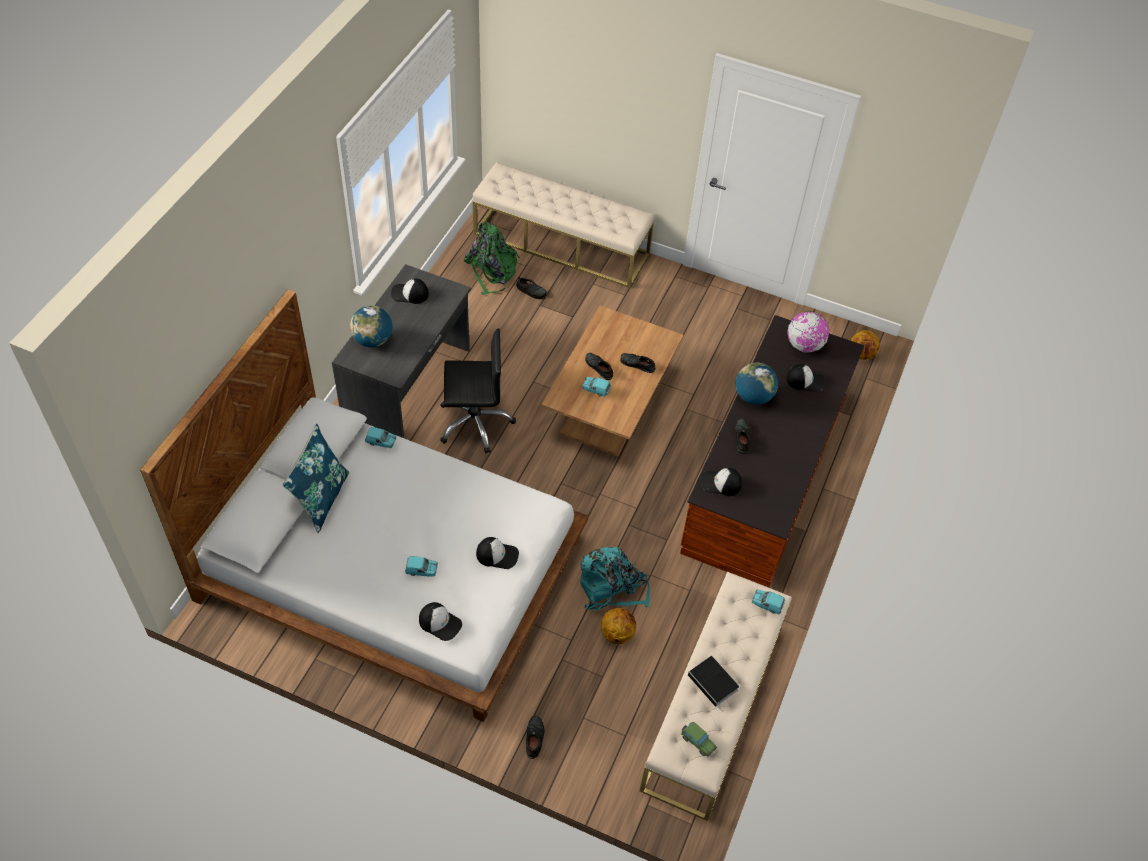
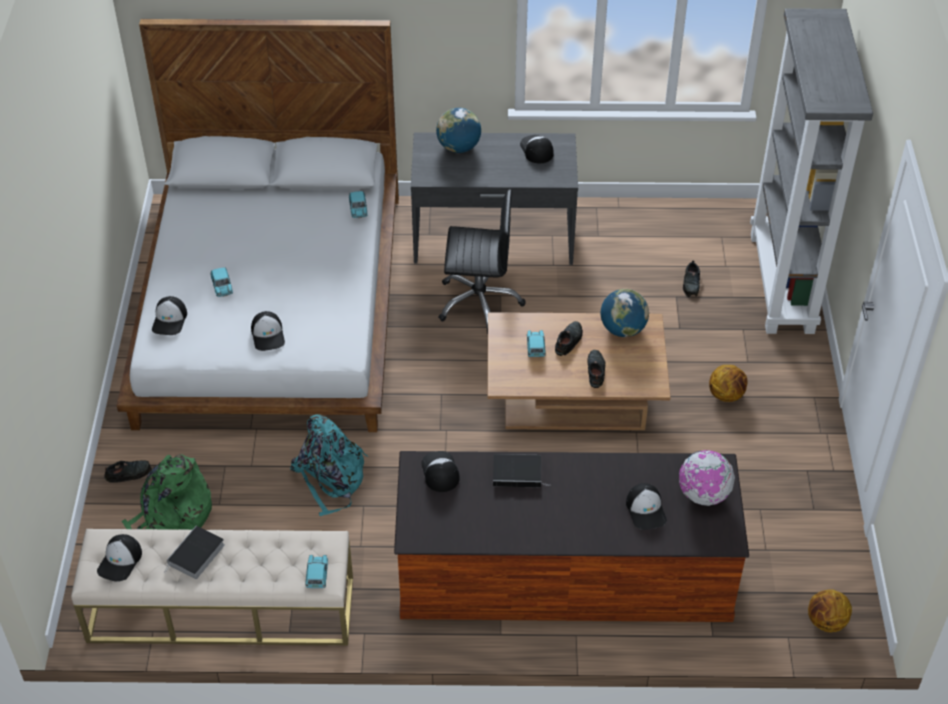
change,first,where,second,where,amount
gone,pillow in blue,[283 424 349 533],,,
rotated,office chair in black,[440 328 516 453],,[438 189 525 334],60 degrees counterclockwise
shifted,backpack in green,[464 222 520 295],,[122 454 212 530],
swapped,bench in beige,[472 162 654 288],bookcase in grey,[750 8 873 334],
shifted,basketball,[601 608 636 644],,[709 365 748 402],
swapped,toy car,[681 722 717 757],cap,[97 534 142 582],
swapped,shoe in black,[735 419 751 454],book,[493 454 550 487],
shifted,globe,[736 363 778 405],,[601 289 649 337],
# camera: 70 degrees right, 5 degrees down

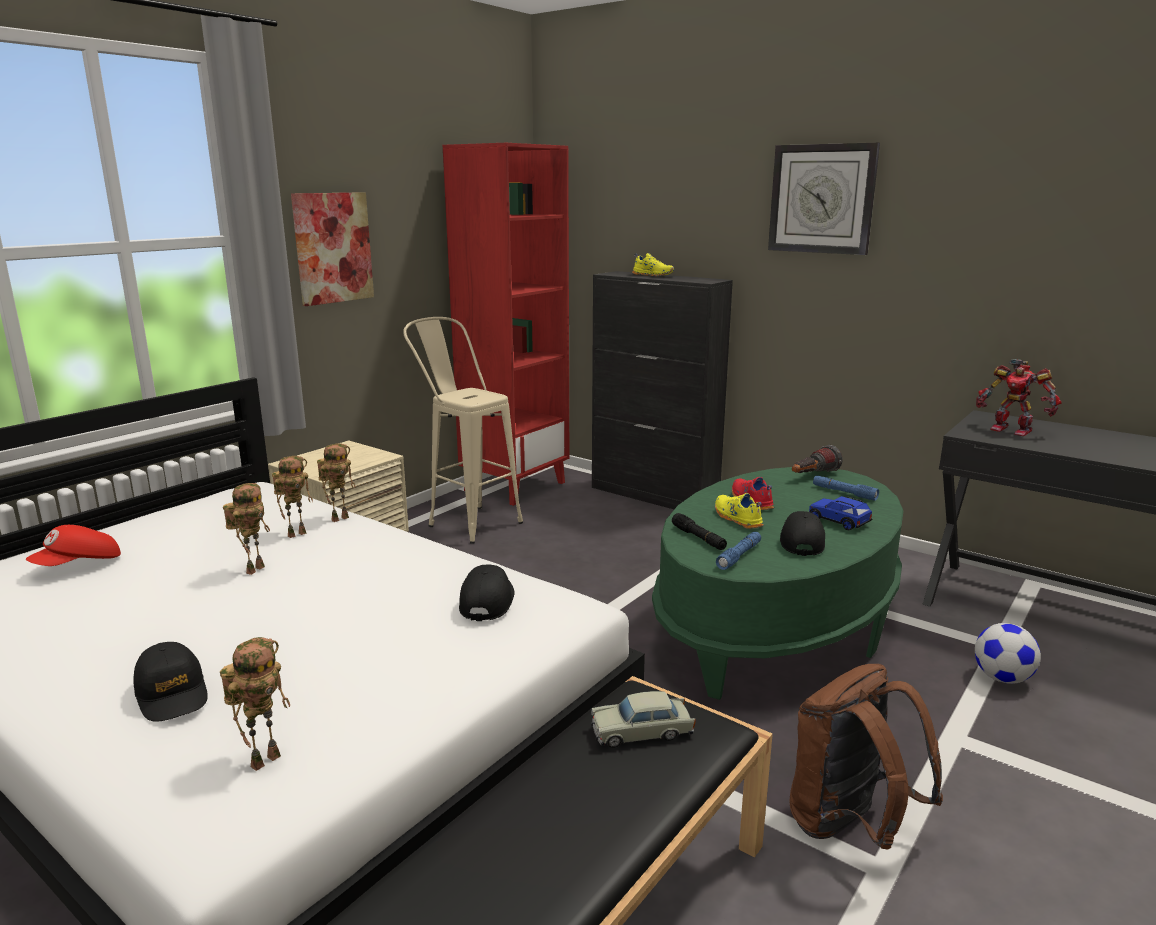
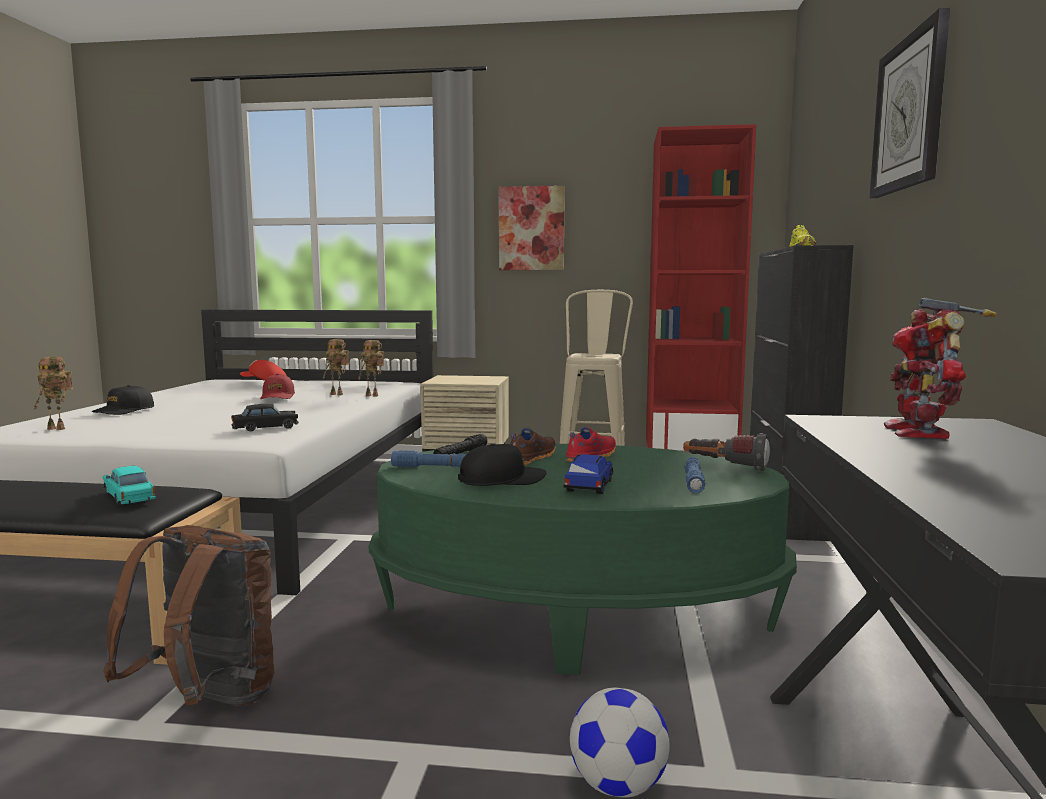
change,first,where,second,where,amount
swapped,toy robot,[223 483 270 575],cap in red,[260 374 295 399],
swapped,cap in black,[459 564 515 621],toy car in black,[231 404 299 432],
repainted,toy car in beige,[591 691 696 748],toy car in turquoise,[103 466 156 504],
repainted,shoe in yellow,[715 493 764 529],shoe in brown,[510 428 555 465],
# camera: 60 degrees right, 10 degrees down

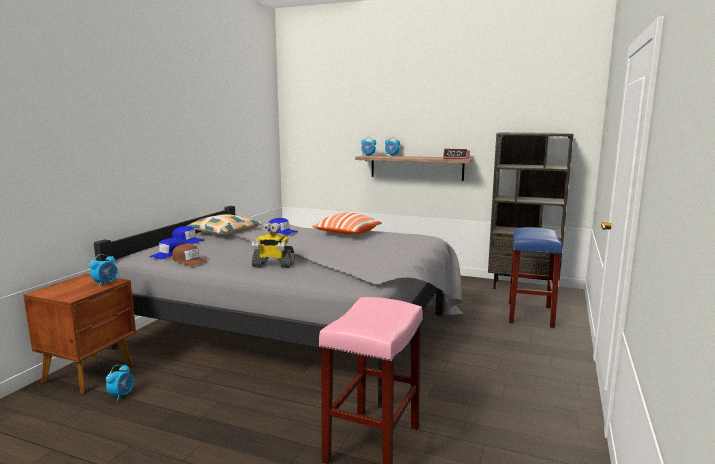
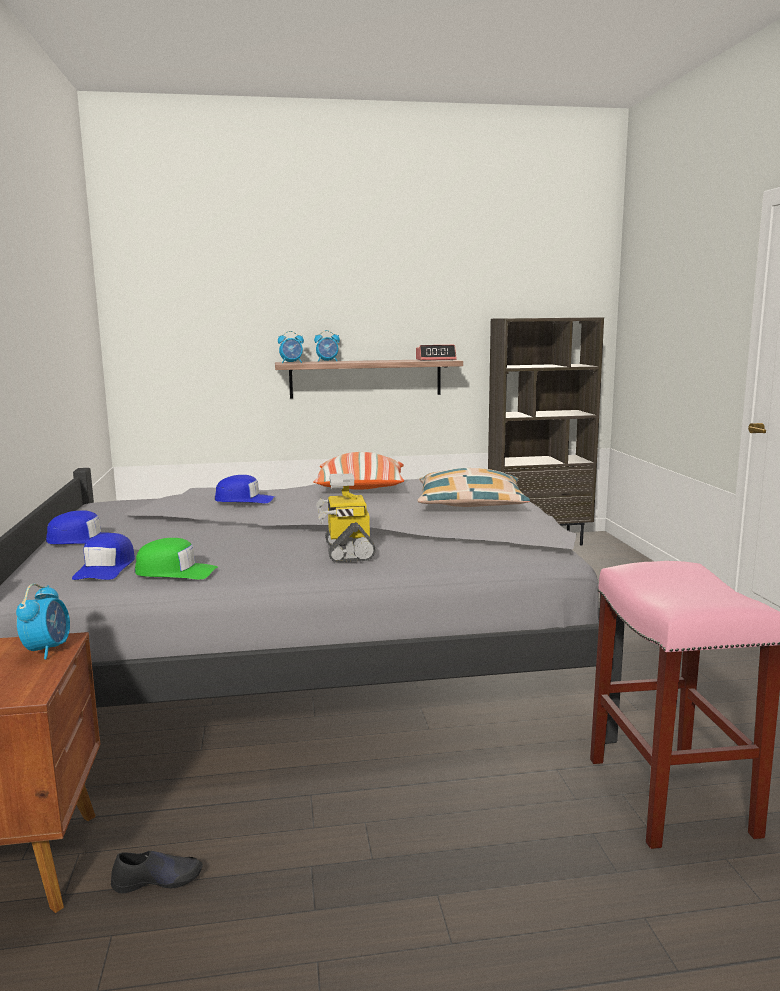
change,first,where,second,where,amount
swapped,alarm clock,[106 365 134 401],shoe in black,[111 851 203 893],
repainted,cap in brown,[172 244 208 266],cap in green,[135 538 218 580],
shifted,pillow,[187 214 262 235],,[418 468 530 507],
rotated,toy robot,[252 223 295 268],,[316 473 376 563],105 degrees clockwise
gone,stool in blue,[509 227 562 328],,,
# camera: 30 degrees left, 0 degrees up

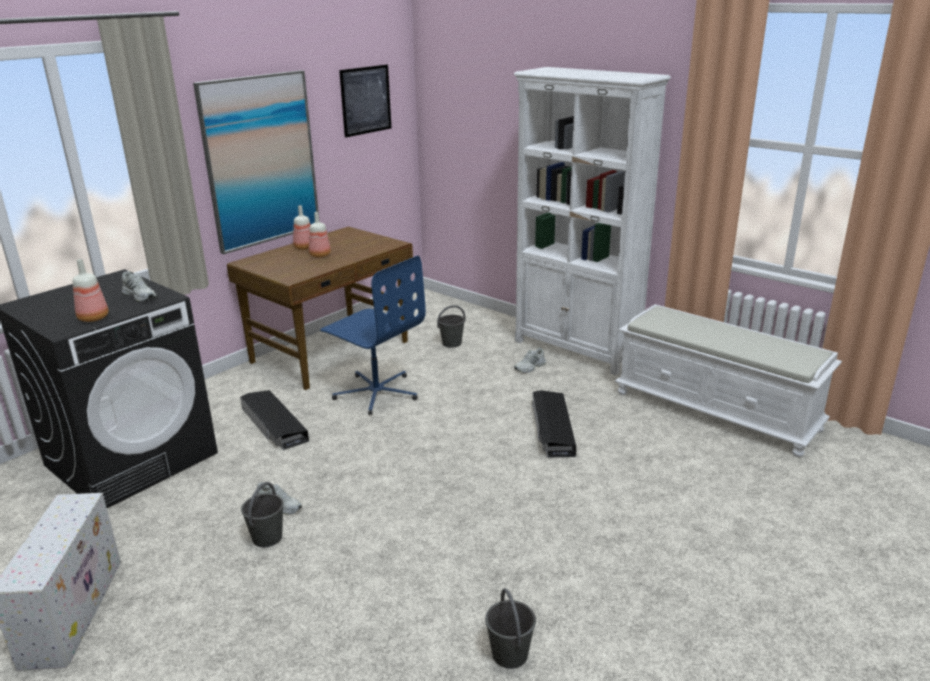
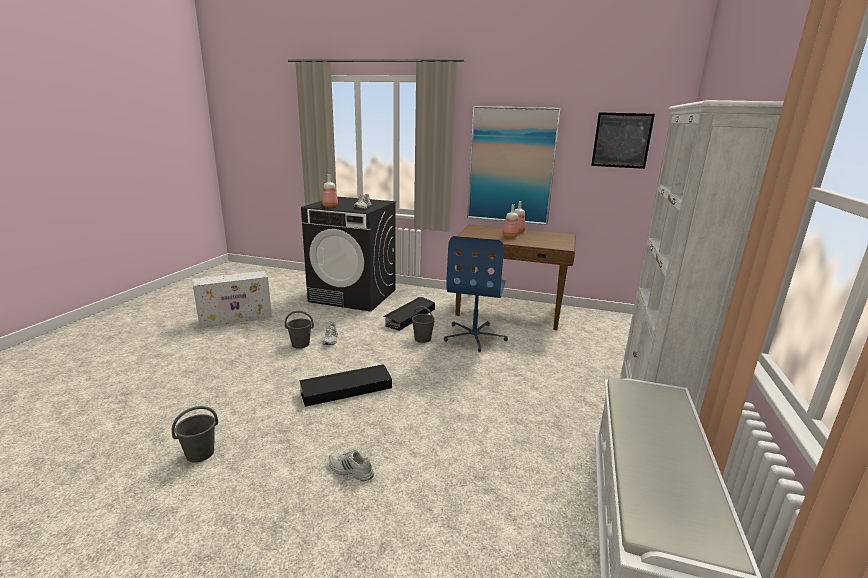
change,first,where,second,where,amount
shifted,bucket in grey,[437 305 466 348],,[412 306 435 343],
shifted,shoe in white,[514 347 546 373],,[329 450 374 481],
shifted,storage box in black,[532 390 576 457],,[299 364 392 407],
# camera: 65 degrees right, 5 degrees down

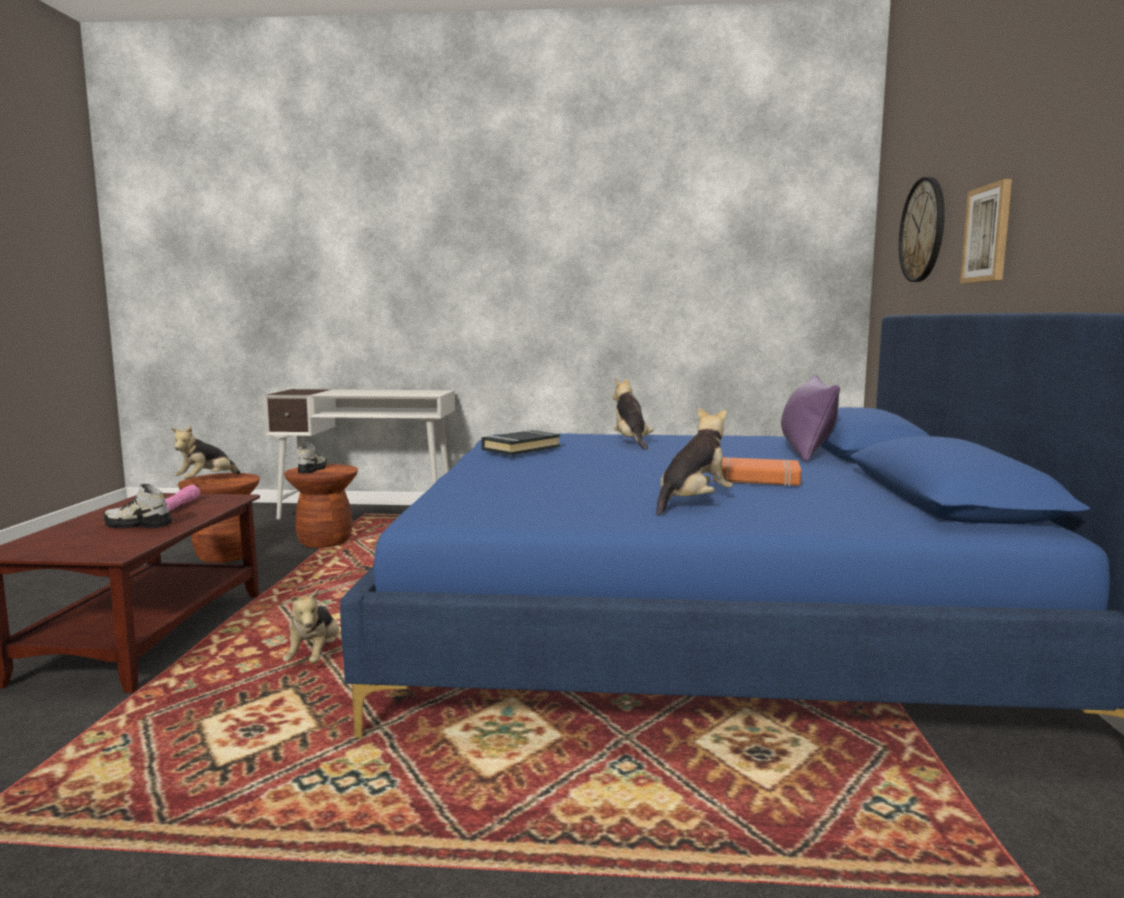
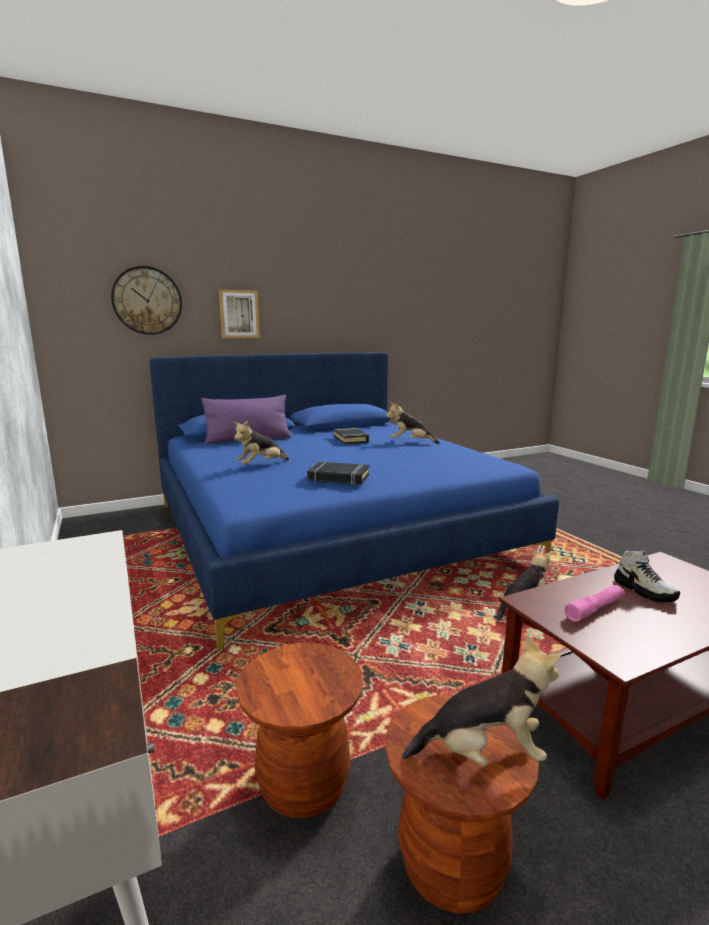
change,first,where,second,where,amount
gone,shoe,[298 442 327 473],,,
repainted,book in orange,[714 457 801 486],book in black,[333 428 369 444],
# camera: 120 degrees left, 5 degrees up

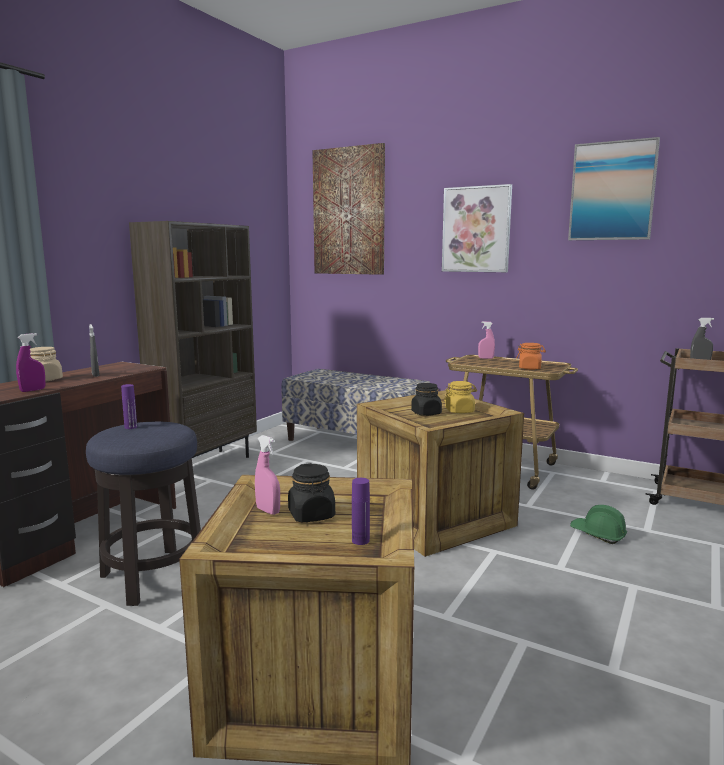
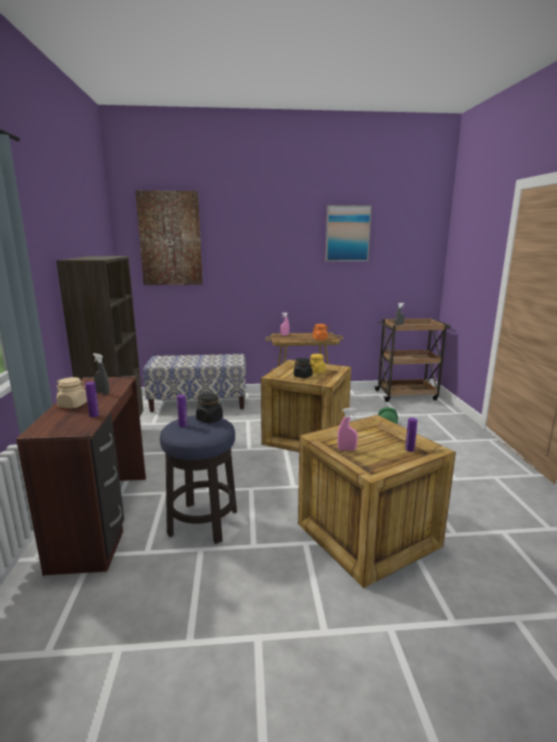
change,first,where,second,where,amount
swapped,spray bottle in purple,[16 333 45 392],bottle in purple,[85 382 99 417],
shifted,jar in black,[288 463 335 522],,[196 393 223 423],
gone,picture,[442 184 512 272],,,
# camera: 35 degrees left, 5 degrees up

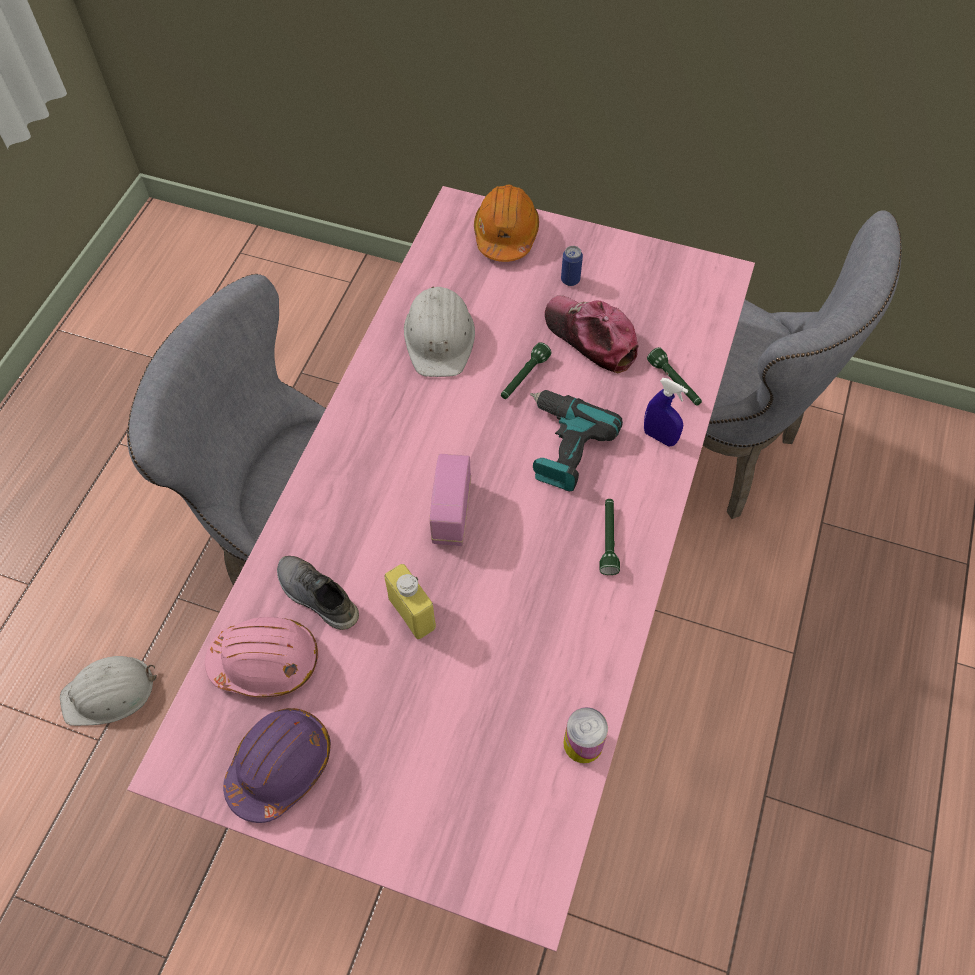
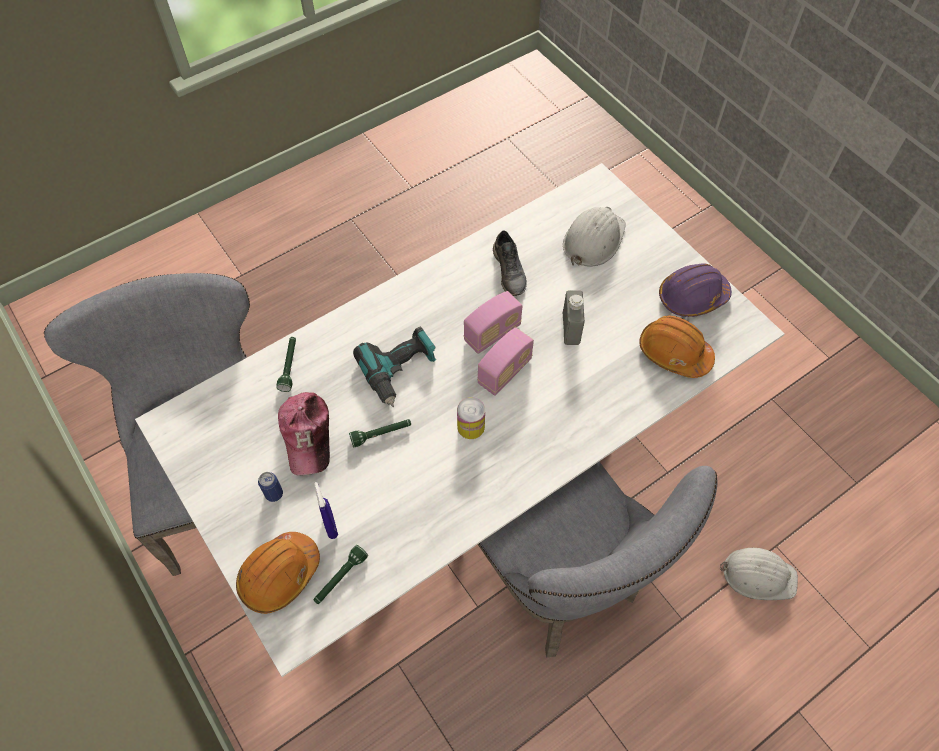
change,first,where,second,where,amount
repainted,dining table in pink,[127 186 755 952],dining table in white,[135 163 785 677],
repainted,hard hat in pink,[205 617 318 697],hard hat in orange,[639 315 715 378],
shifted,shoe in grey,[277 556 359 630],,[493 230 527 296],
repainted,bottle in yellow,[384 564 436 639],bottle in grey,[563 290 585 345],
shifted,hard hat in white,[404 286 475 377],,[563 207 626 267],
shifted,can,[563 707 608 763],,[457 397 485 439],
shifted,flashlight in green,[599 499 620 575],,[314 545 368 604],
shifted,spray bottle in blue,[644 378 688 447],,[314 482 338 539],
new,,,radio,[463 291 523 354],
# camera: 145 degrees left, 0 degrees up

